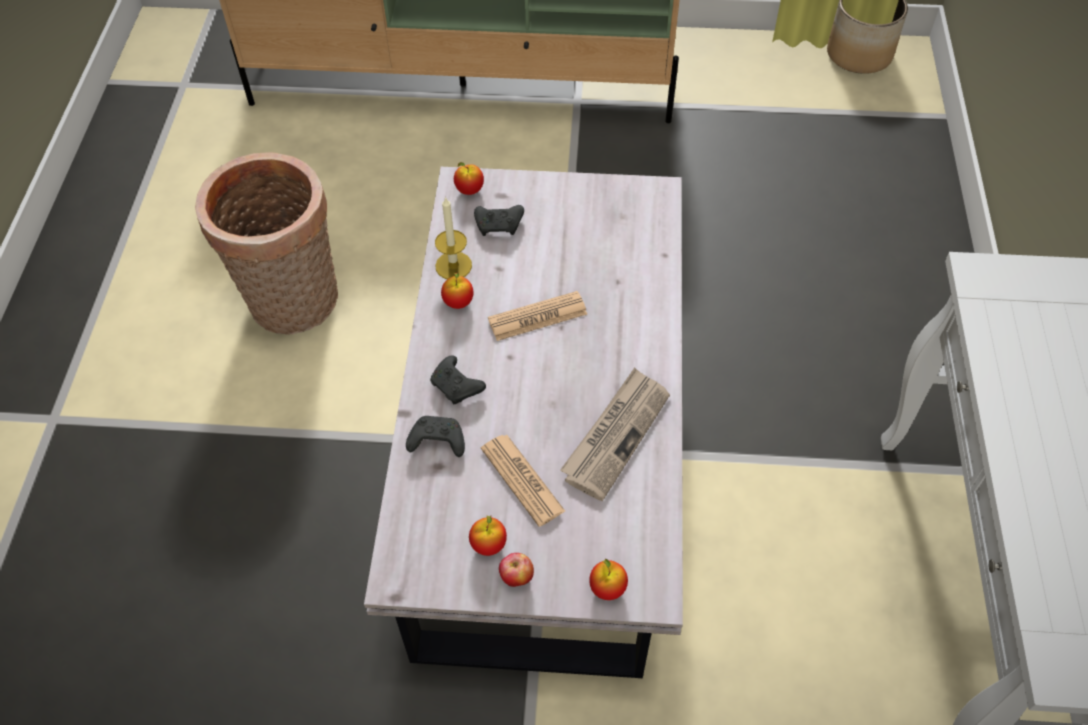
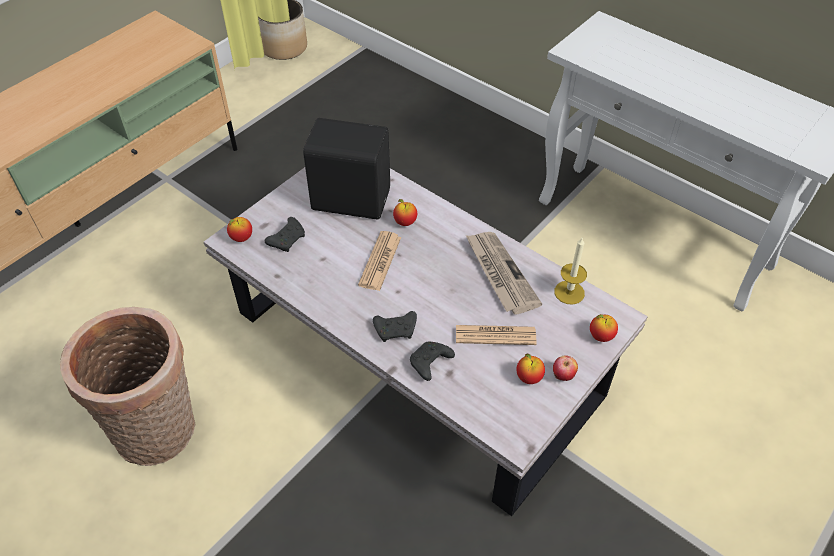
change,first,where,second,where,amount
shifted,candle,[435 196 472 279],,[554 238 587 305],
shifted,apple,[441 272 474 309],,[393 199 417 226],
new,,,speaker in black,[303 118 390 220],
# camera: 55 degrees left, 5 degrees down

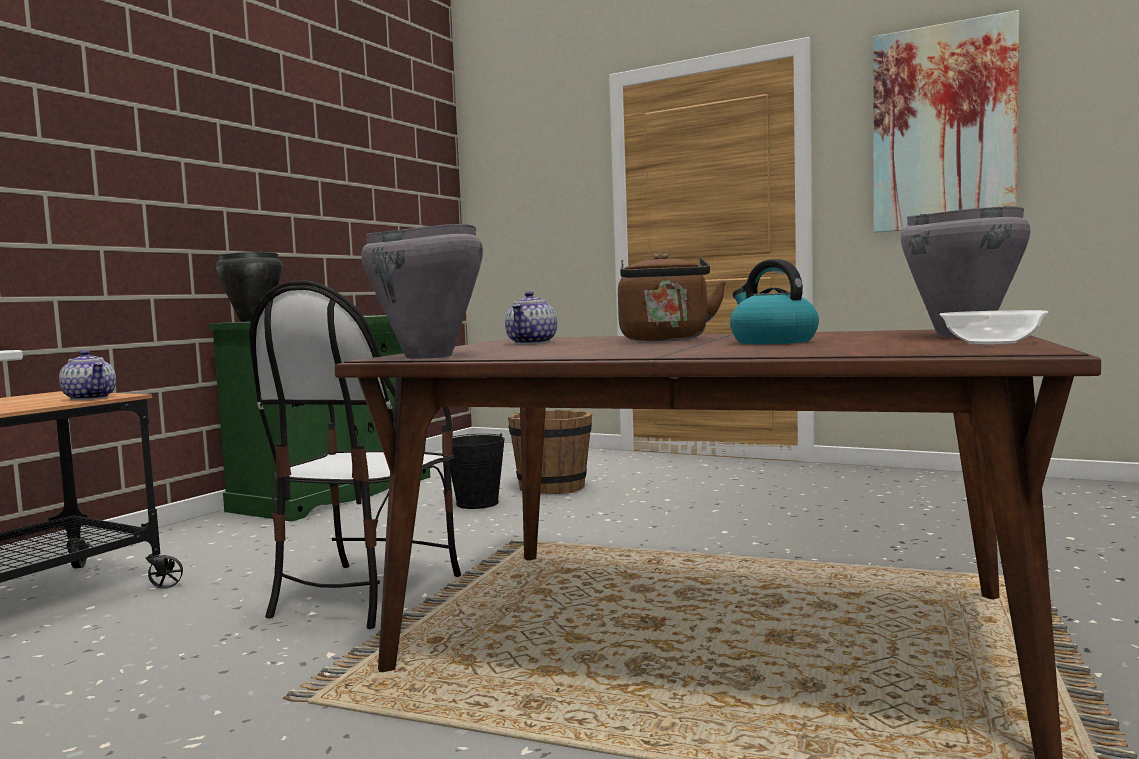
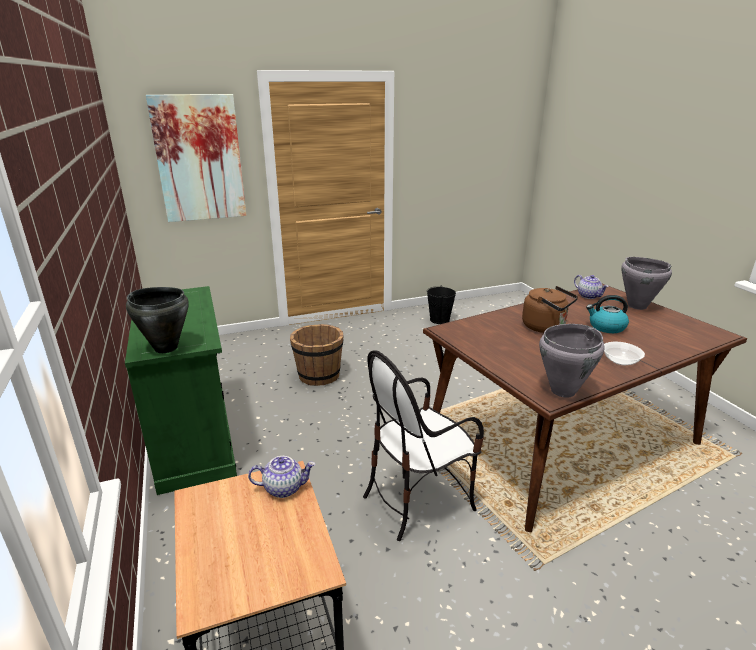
change,first,where,second,where,amount
rotated,chair,[249 281 461 629],,[363 350 484 541],90 degrees clockwise
shifted,bucket in black,[450 433 505 509],,[427 285 456 324],
shifted,teapot,[505 291 557 344],,[574 275 609 299],
shifted,picture,[873 10 1020 233],,[146 94 247 222],
shifted,bowl,[940 310 1048 345],,[604 342 645 365],
# camera: 50 degrees left, 20 degrees up

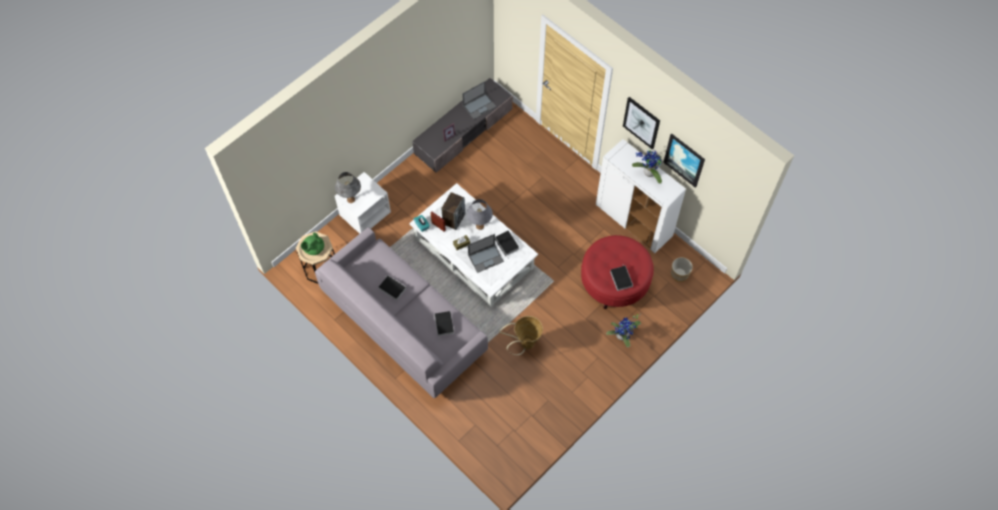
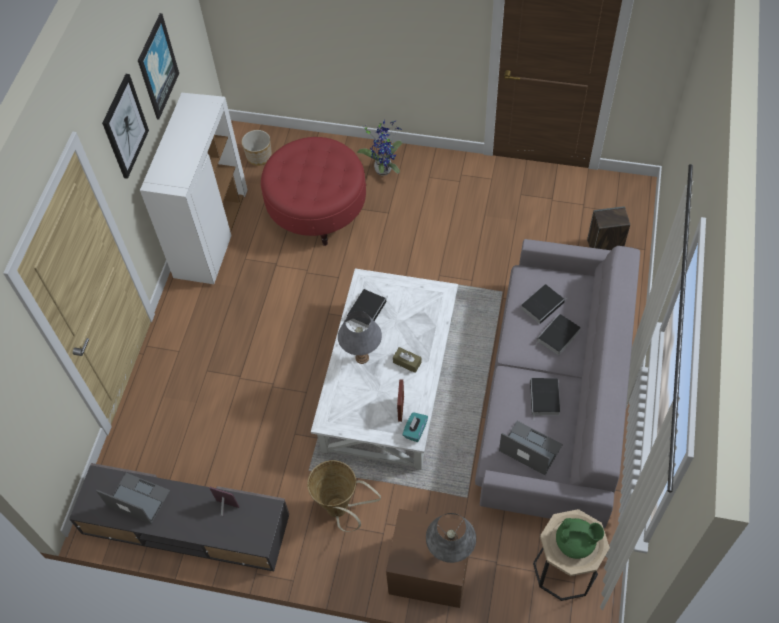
change,first,where,second,where,amount
repainted,nightstand in white,[335 172 391 234],nightstand in brown,[386 509 473 608],
shifted,speaker,[441 192 465 230],,[587 206 630 250],
shifted,laptop,[468 234 504 273],,[499 421 563 475],
shifted,basket,[499 316 543 355],,[307 460 381 532],
shifted,book,[610 264 633 291],,[534 314 581 355],
gone,potted plant,[632 149 662 184],,,
# camera: 120 degrees left, 5 degrees down

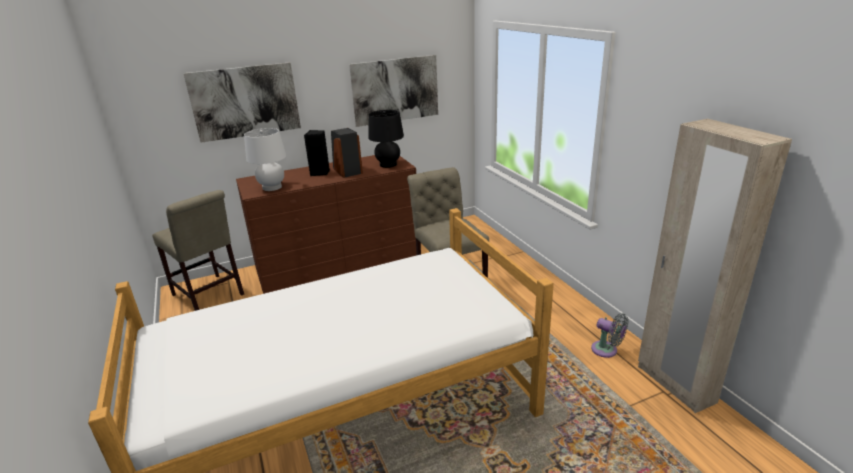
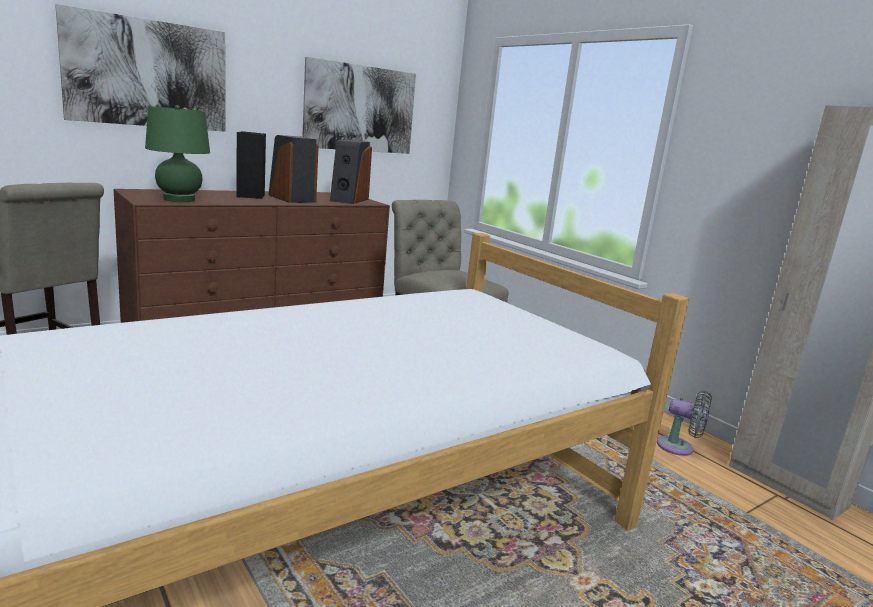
change,first,where,second,where,amount
repainted,table lamp in white,[244 128 286 191],table lamp in green,[145 105 210 202],
swapped,table lamp in black,[368 110 404 168],speaker,[330 139 372 204],
# camera: 15 degrees left, 10 degrees down

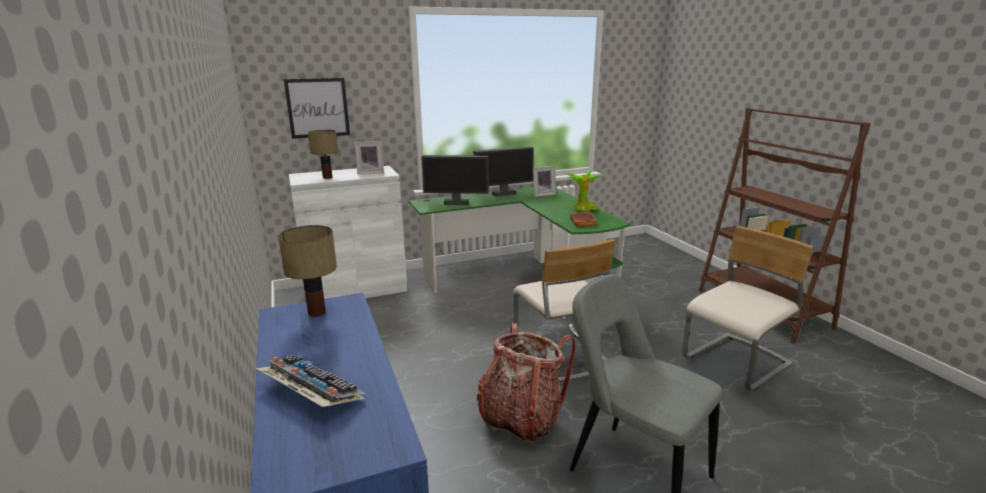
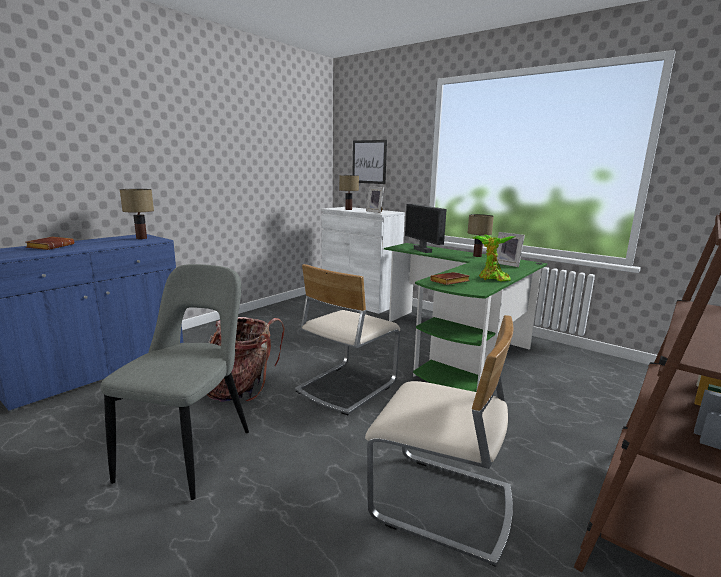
change,first,where,second,where,amount
swapped,keyboard,[256 355 365 407],book in brown,[26 237 74 250],
swapped,monitor,[473 146 534 197],table lamp,[467 214 494 257],
# camera: 60 degrees right, 5 degrees down

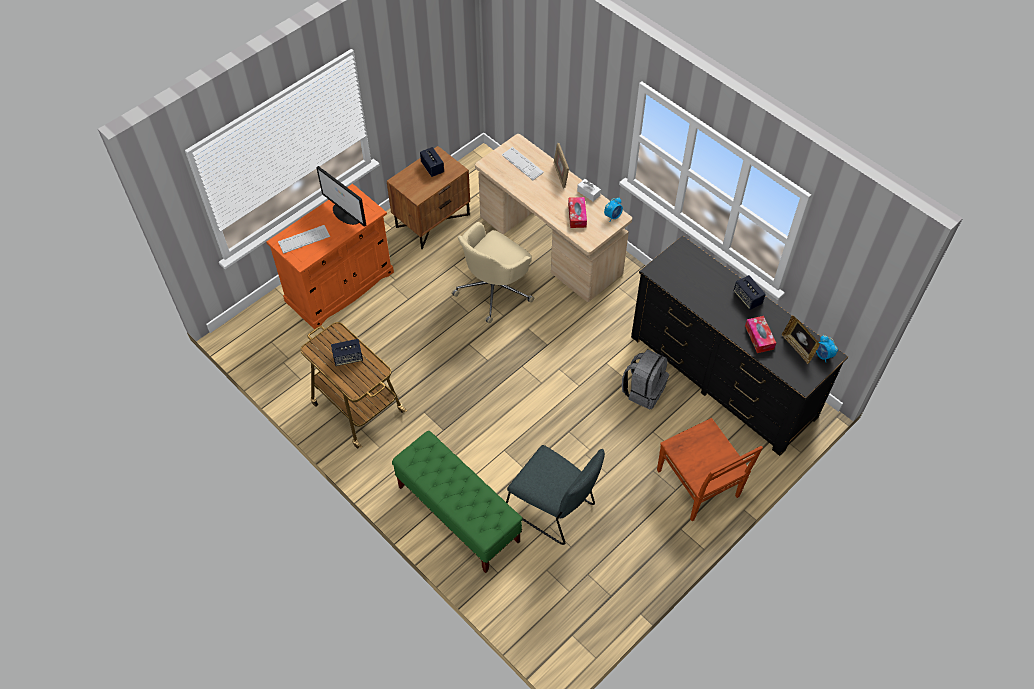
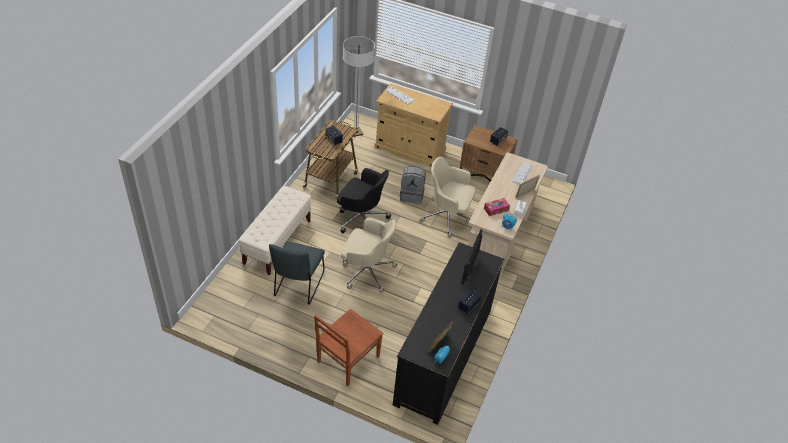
change,first,where,second,where,amount
repainted,cabinet in orange,[266 184 394 329],cabinet in beige,[375 83 453 168],
shifted,monitor,[316 166 366 227],,[461 229 482 285],
repainted,bench in green,[392 431 523 573],bench in beige,[239 186 311 275],
shifted,backpack in grey,[622 349 669 409],,[400 167 426 204],
gone,tissue box,[745 316 776 353],,,
new,,,office chair in black,[337 168 391 234],
new,,,office chair in beige,[341 218 398 293],
new,,,floor lamp,[343 36 375 137],
# camera: 65 degrees right, 10 degrees down

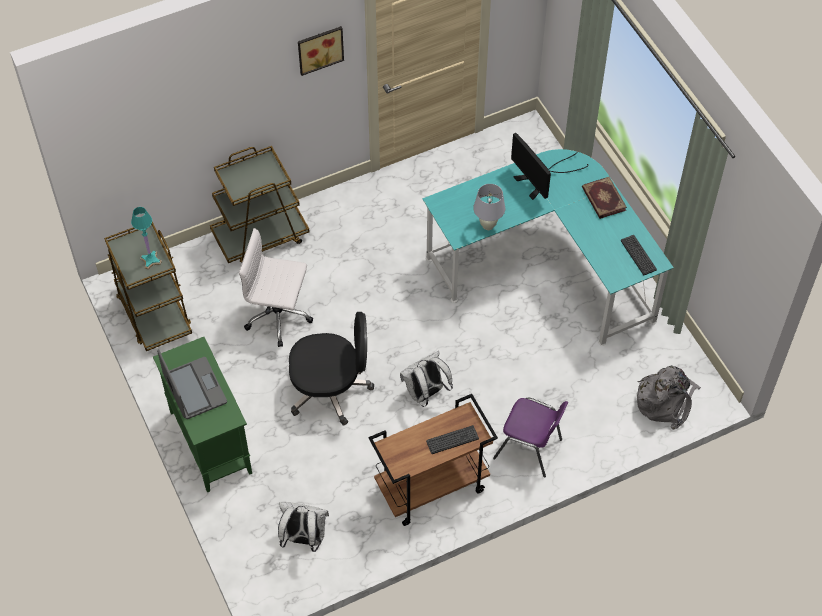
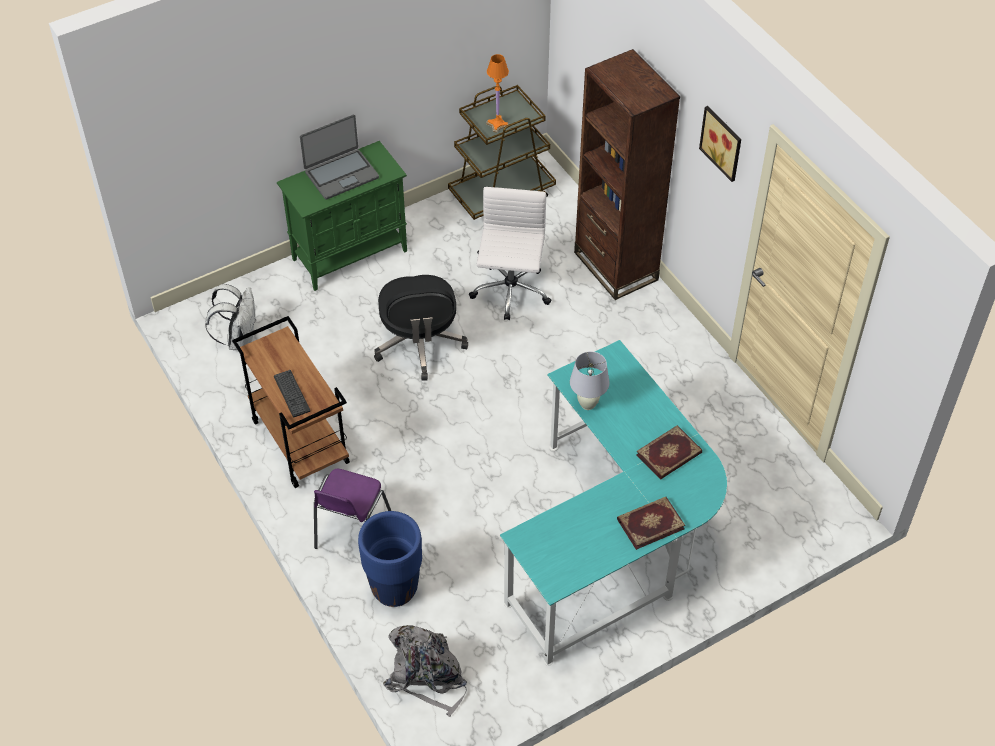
change,first,where,second,where,amount
repainted,table lamp in turquoise,[131 207 162 270],table lamp in orange,[486 54 509 133],
swapped,cart in brown,[210 146 310 263],bookcase in brown,[574 49 680 300],
gone,backpack in white,[400 351 453 407],,,
swapped,monitor,[511 133 589 200],book,[636 425 702 479],
gone,keyboard,[621 235 657 275],,,
new,,,planter in blue,[358 511 422 607],
# camera: 85 degrees right, 5 degrees down

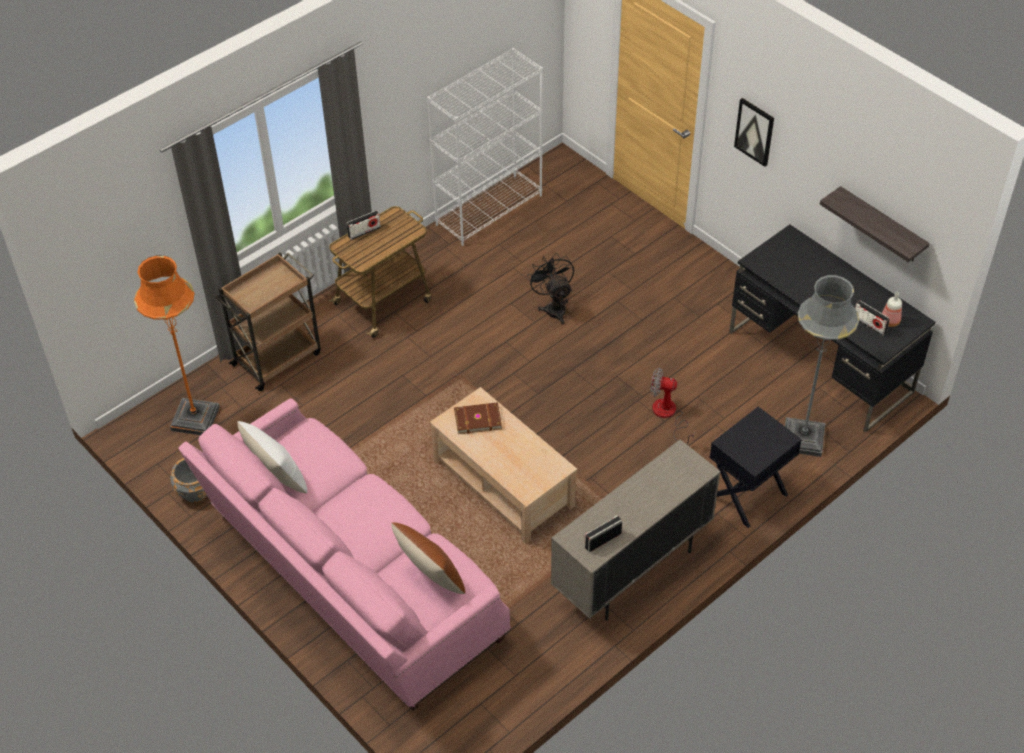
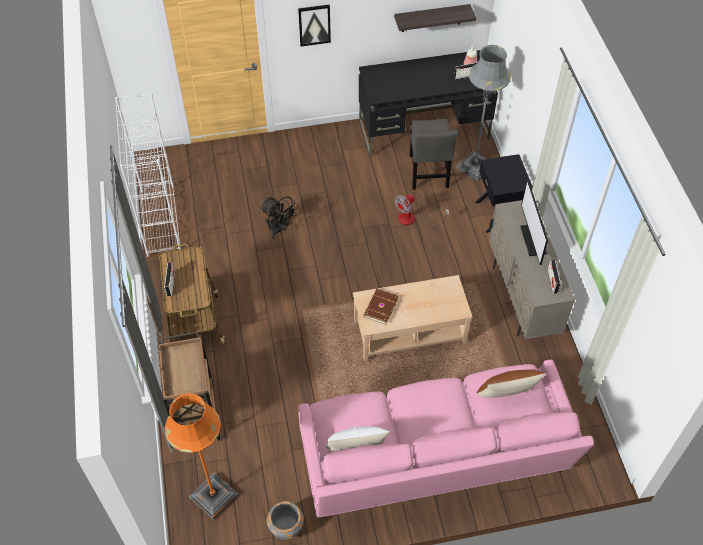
change,first,where,second,where,amount
rotated,fan in black,[527 253 574 325],,[260 197 298 239],150 degrees counterclockwise
new,,,chair in grey,[410 119 458 190],
new,,,monitor,[520 180 548 265],
# camera: 60 degrees left, 5 degrees up

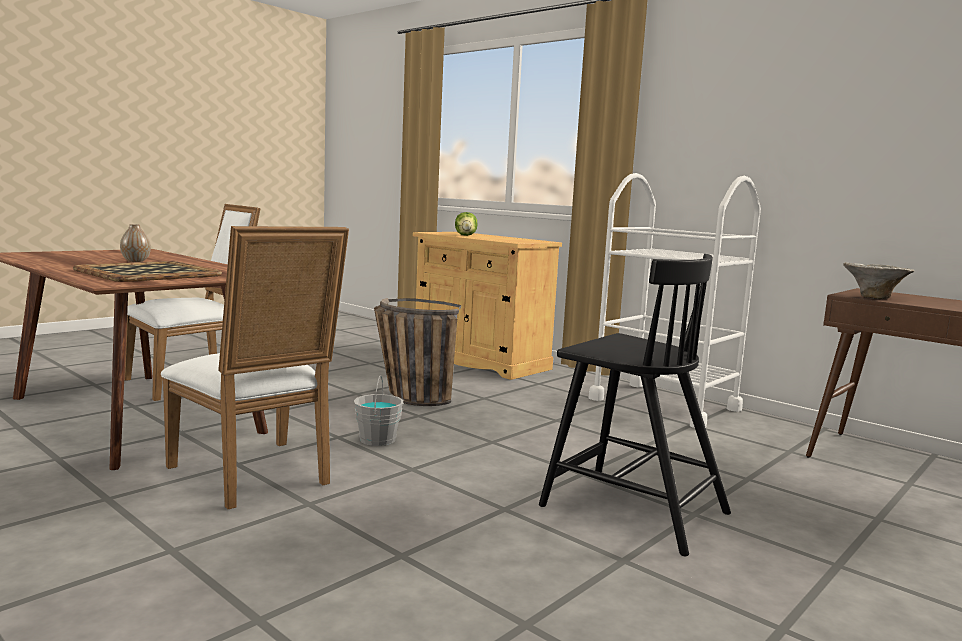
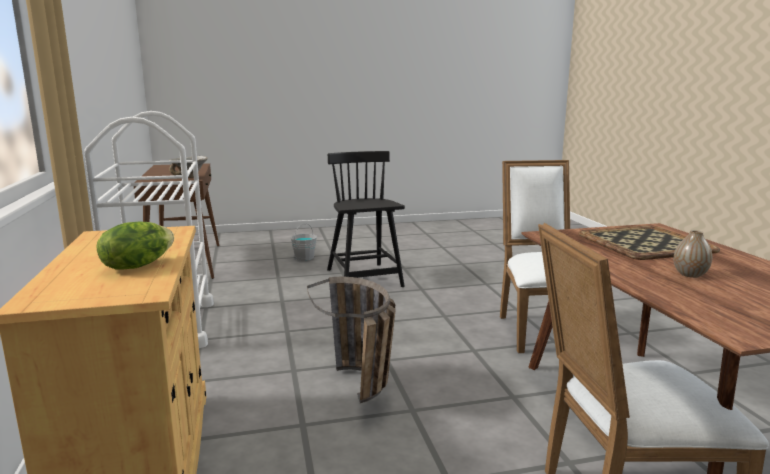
change,first,where,second,where,amount
shifted,bucket in grey,[354 375 403 446],,[290 224 317 261],
# camera: 145 degrees left, 5 degrees up

